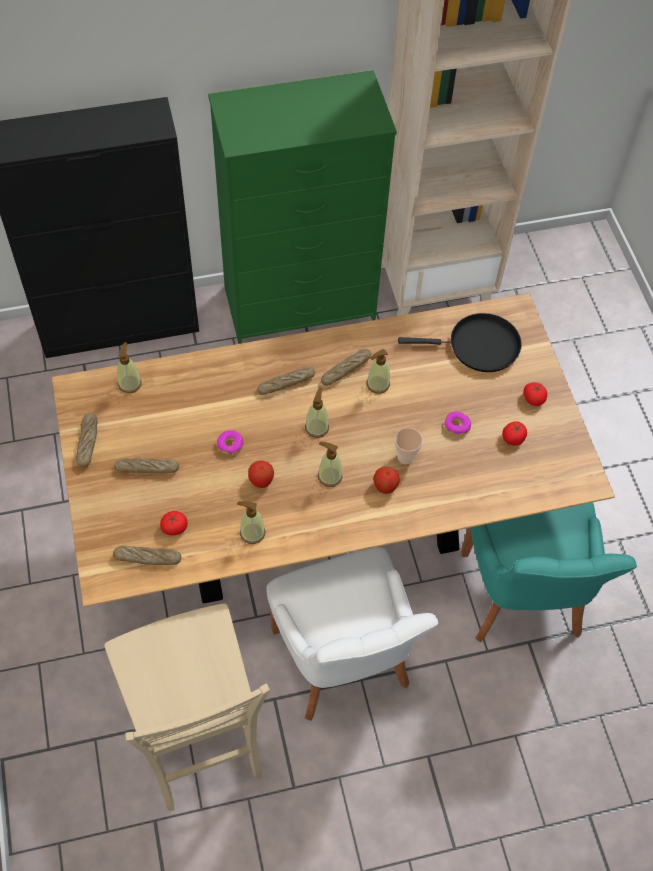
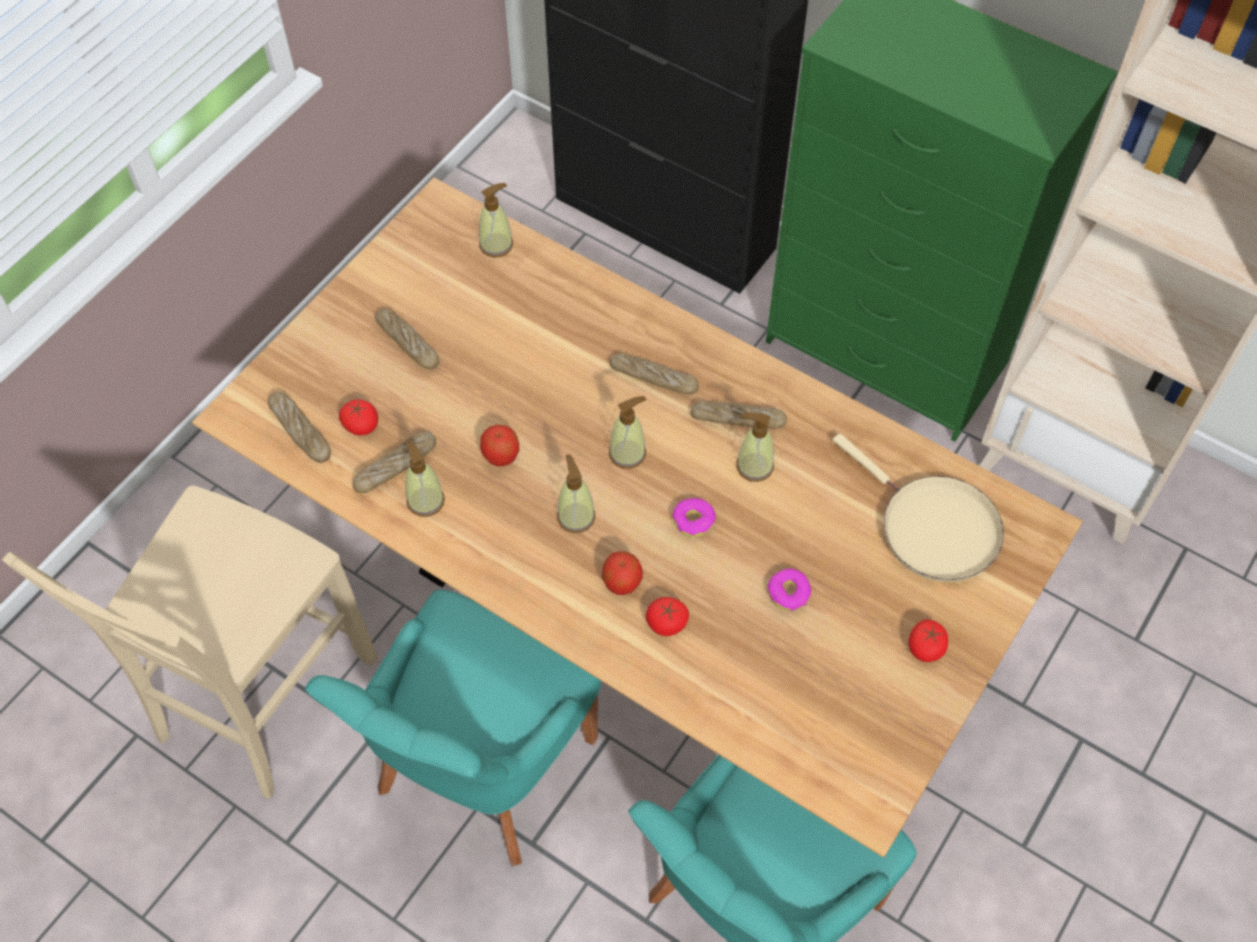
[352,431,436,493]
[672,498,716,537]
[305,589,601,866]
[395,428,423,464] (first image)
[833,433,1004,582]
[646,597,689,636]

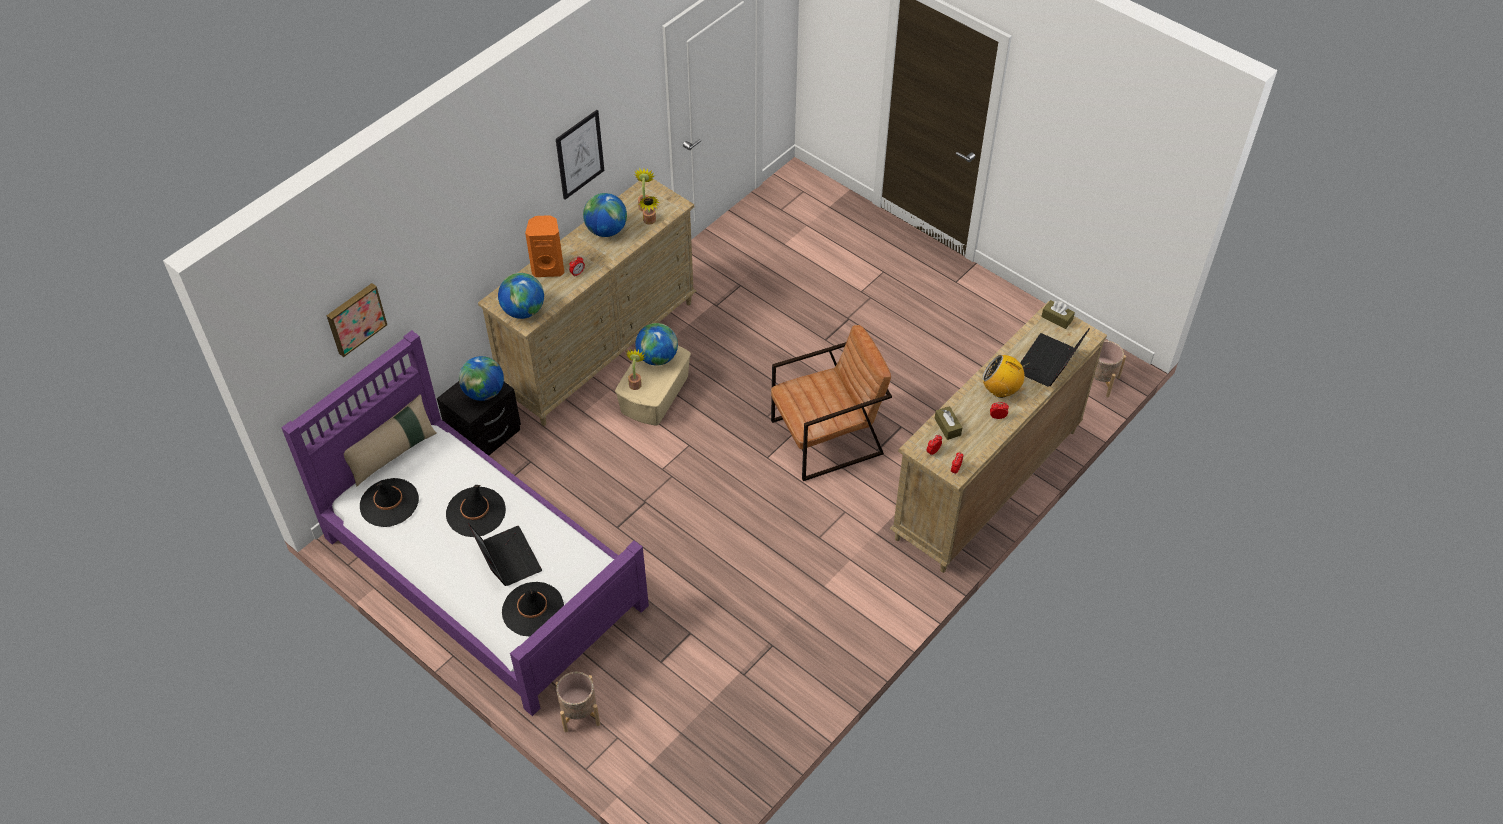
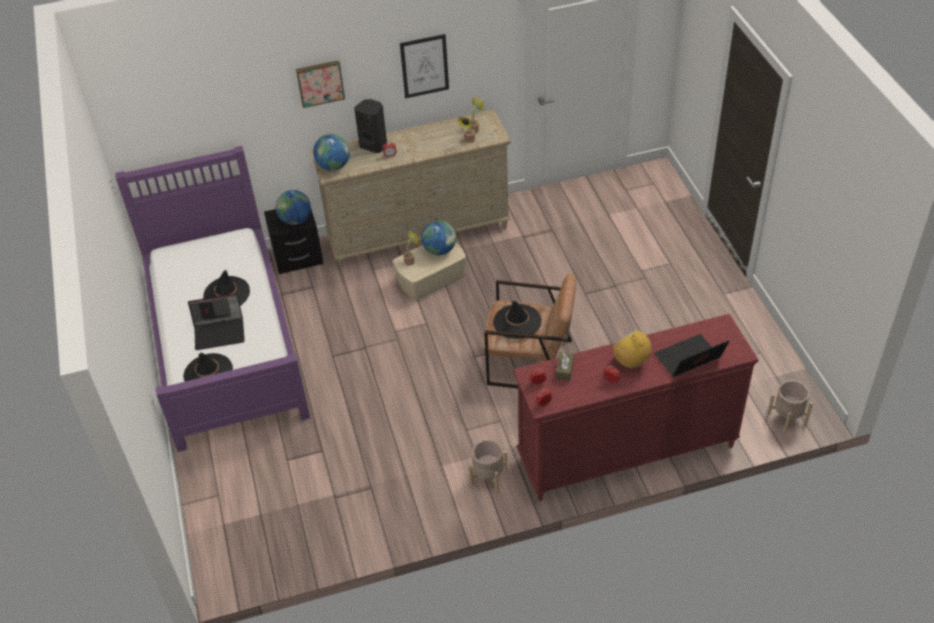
[296,60,345,108]
[344,395,437,486] (first image)
[493,300,542,339]
[188,294,245,350]
[354,99,387,153]
[469,440,507,493]
[583,193,627,237] (first image)
[513,314,758,501]
[1041,300,1075,329] (first image)

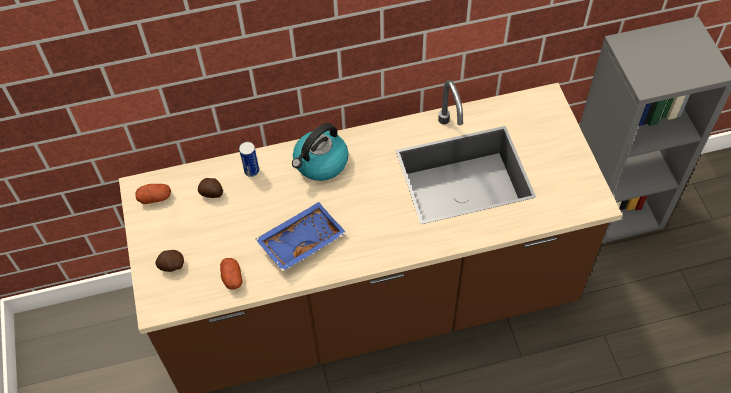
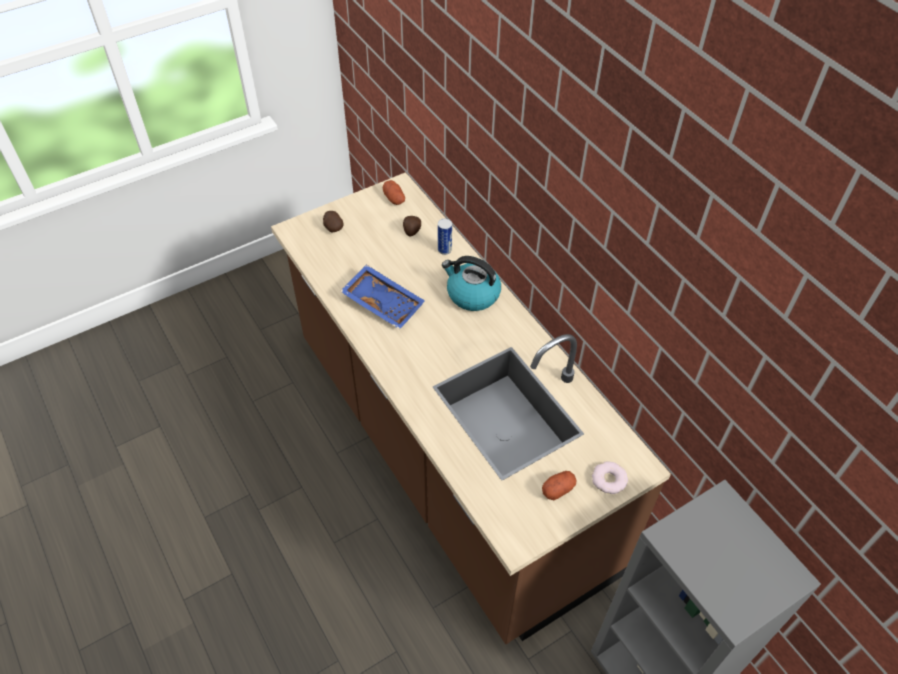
[542,471,576,500]
[592,461,628,494]

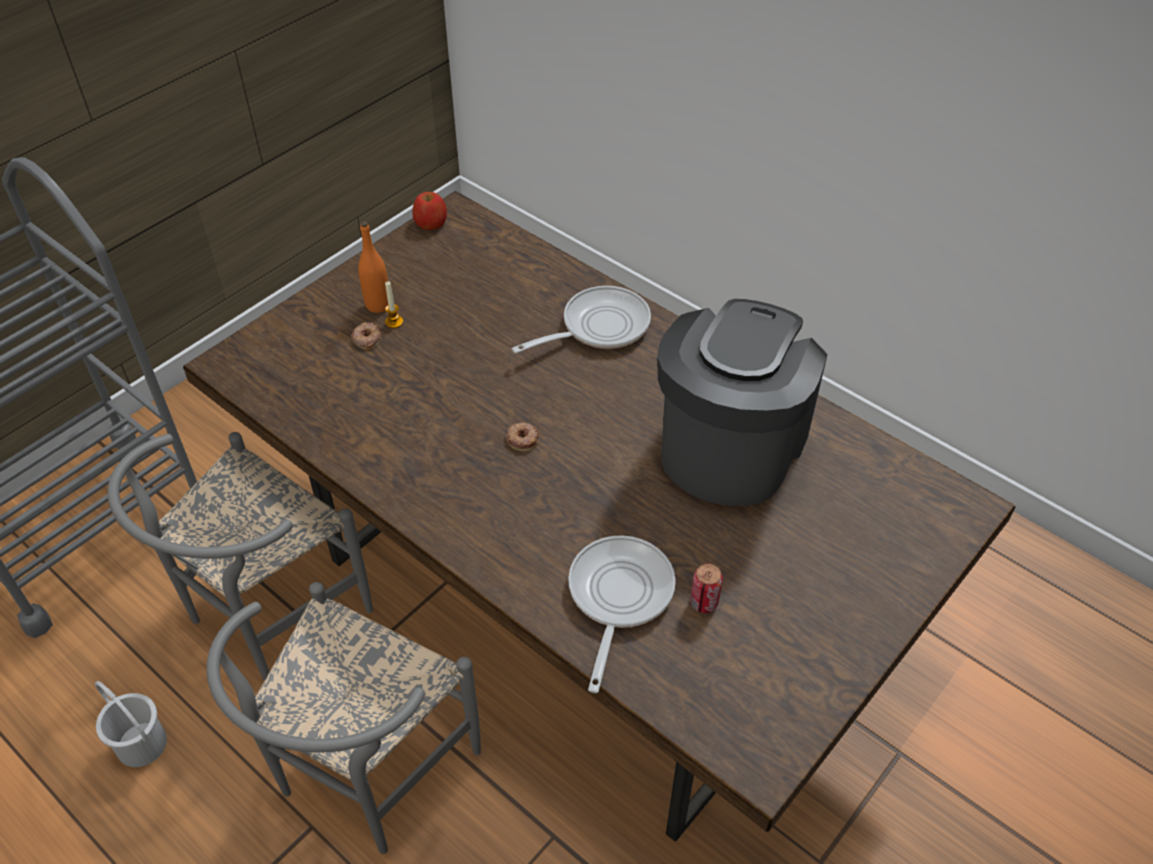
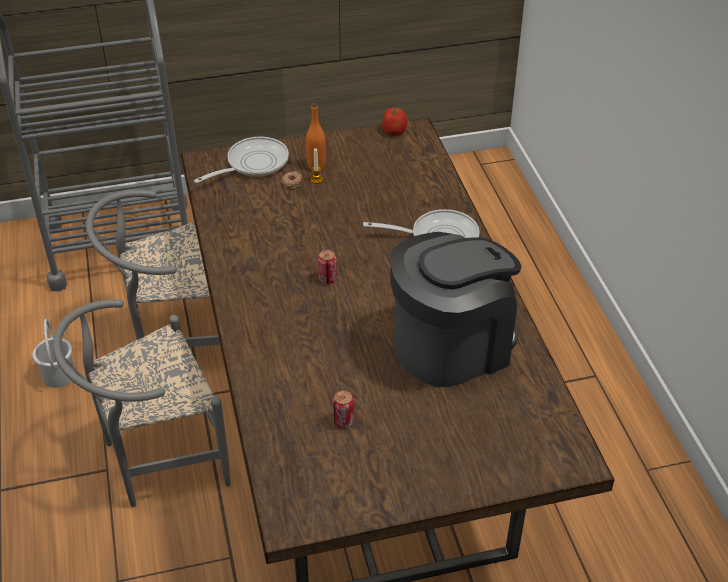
[318,249,337,284]
[193,137,289,183]

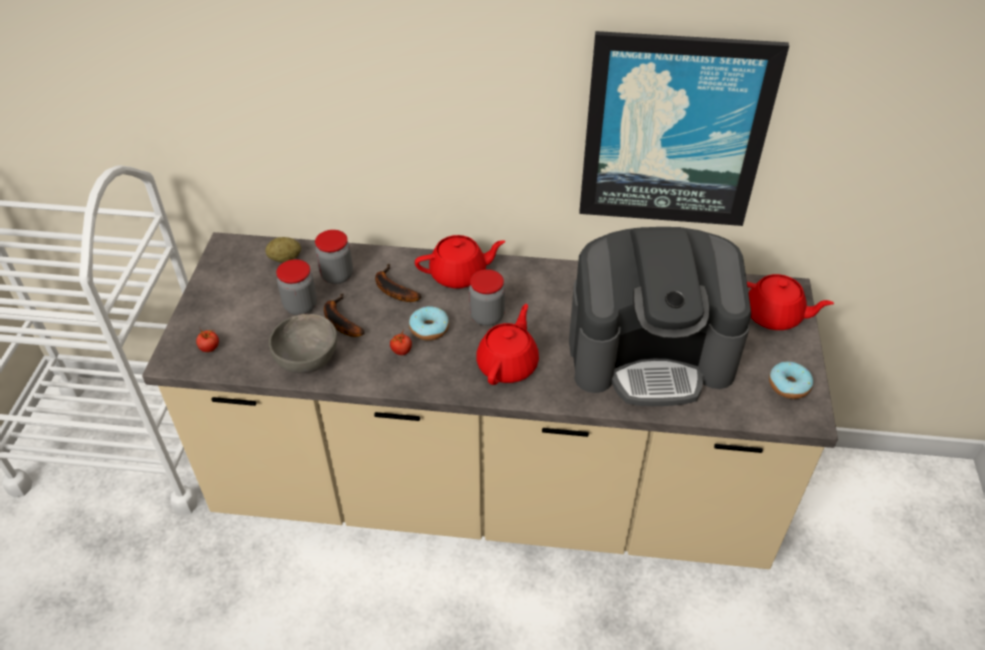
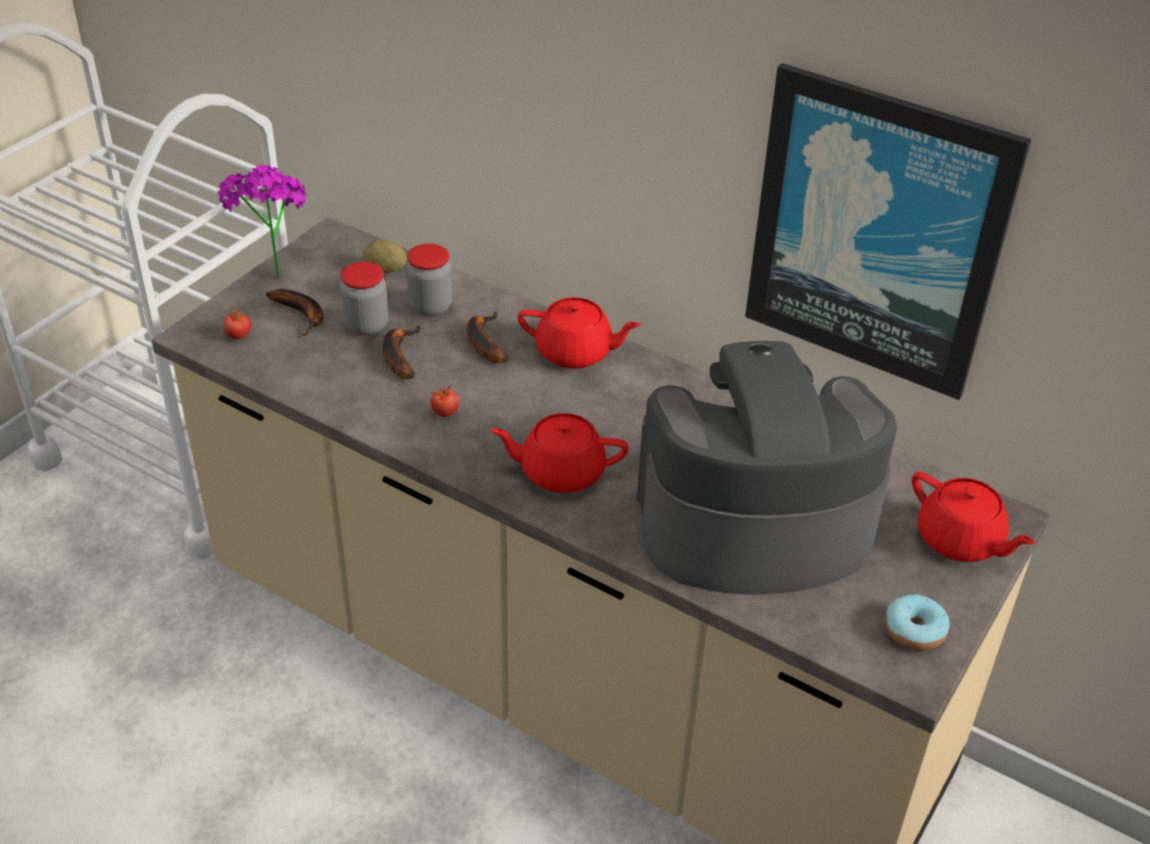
[269,314,337,373] (first image)
[409,306,449,341] (first image)
[469,269,505,326] (first image)
[490,413,629,493]
[637,341,897,595]
[218,165,306,278]
[266,289,323,336]

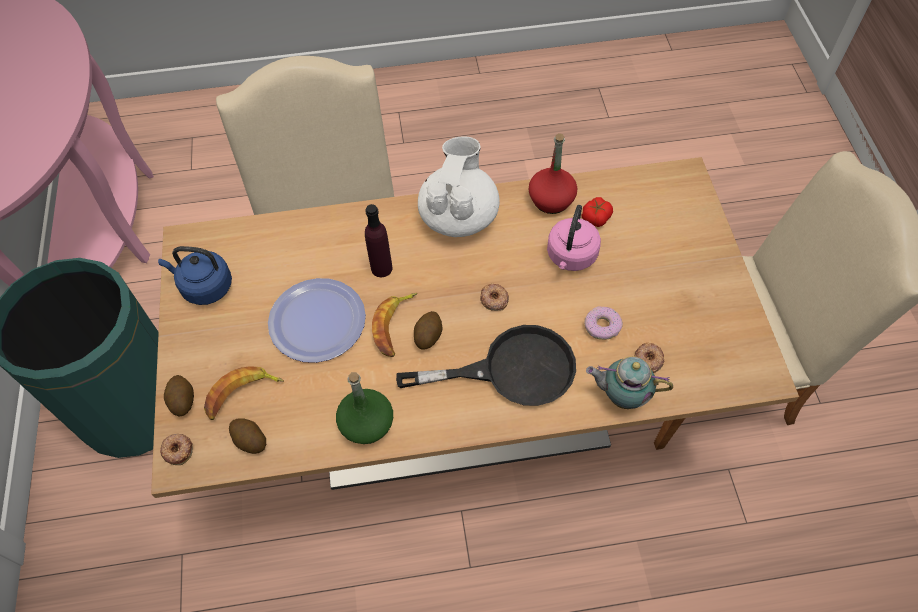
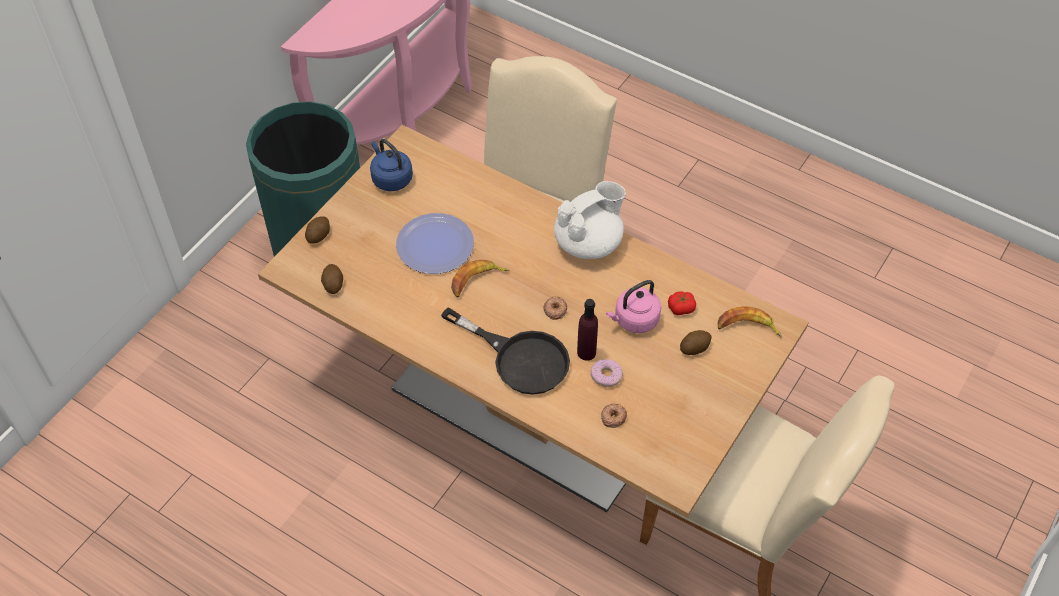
[160,434,193,465] (first image)
[718,306,782,337]
[336,372,393,444] (first image)
[577,299,598,361]
[680,330,711,355]
[529,133,577,214] (first image)
[586,356,673,409] (first image)

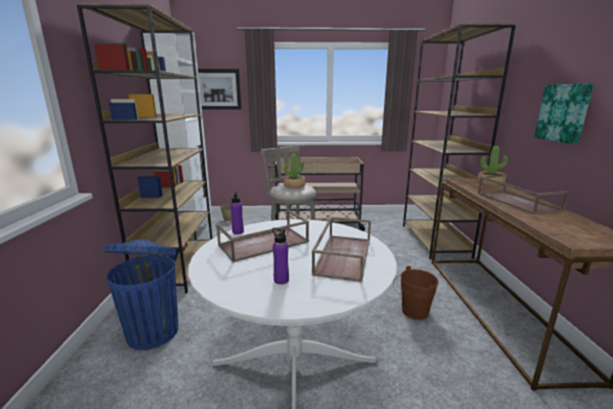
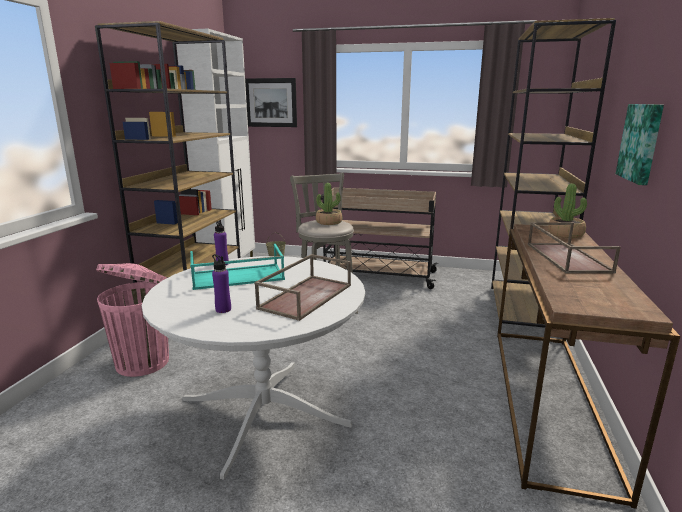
[96,263,169,377]
[190,244,285,290]
[393,266,439,320] (first image)

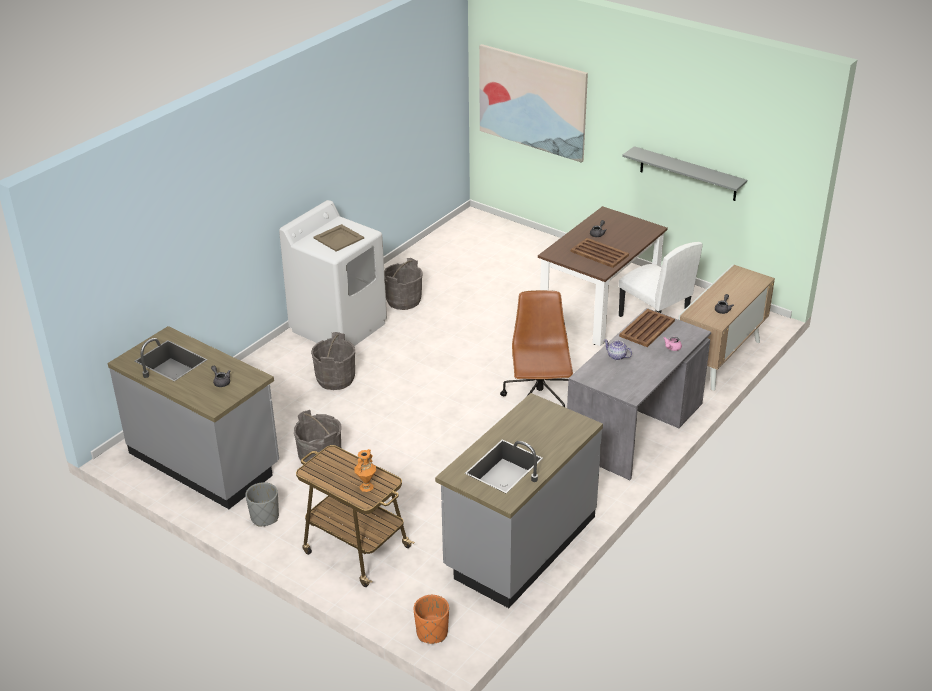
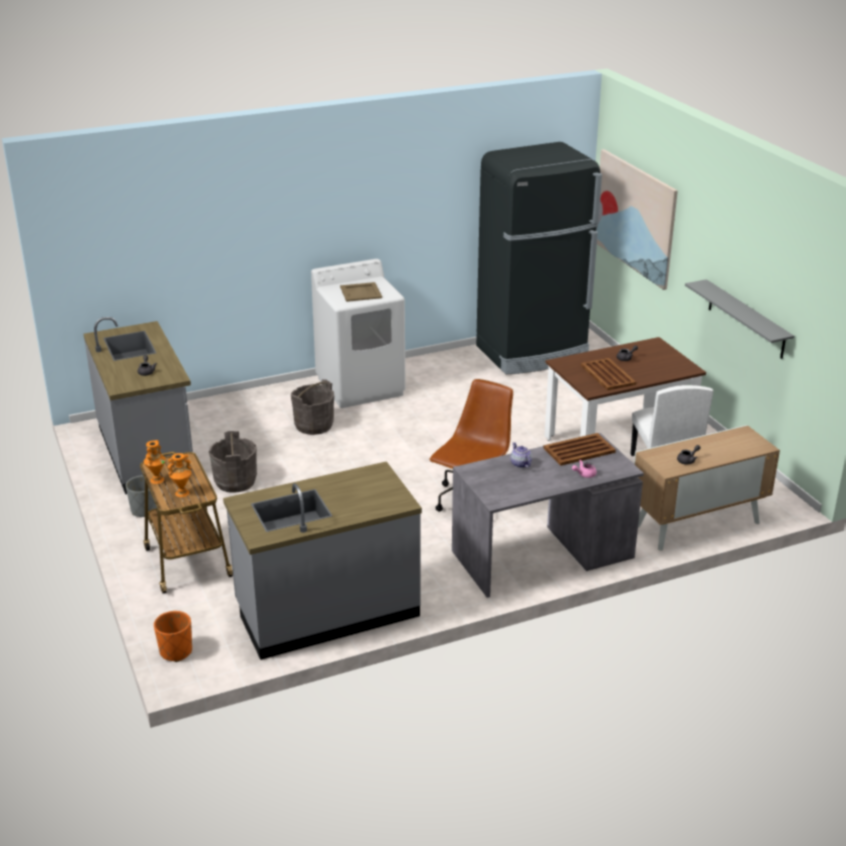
[384,258,423,310] (first image)
[144,440,166,484]
[476,142,602,374]

